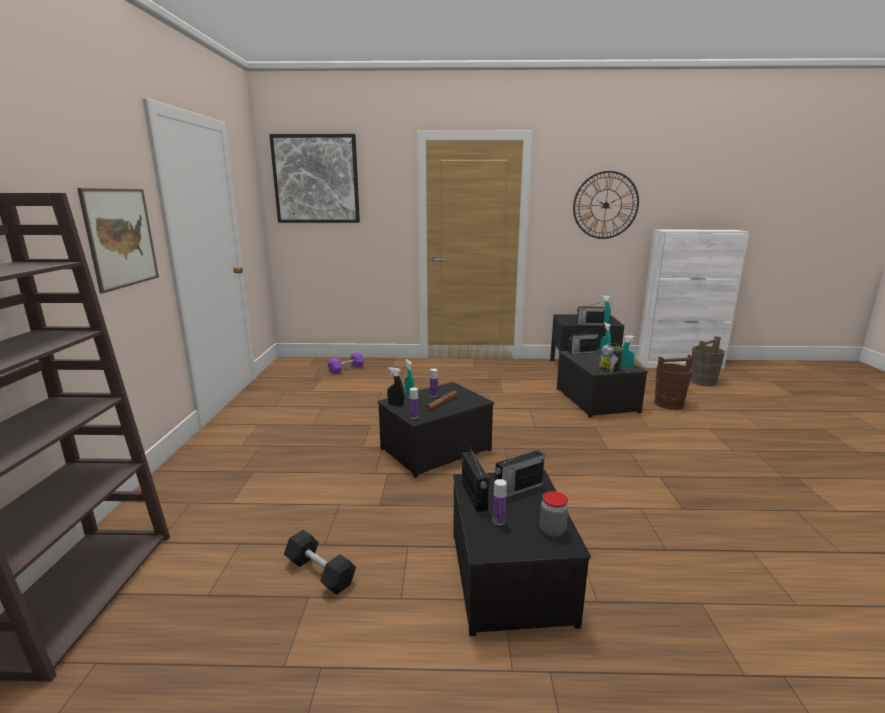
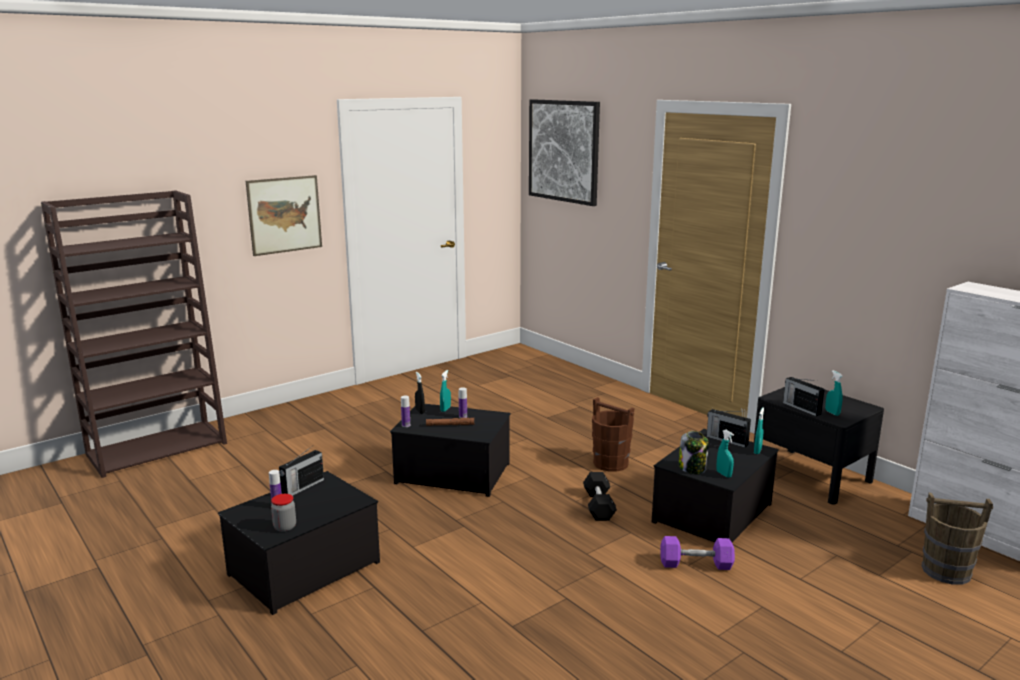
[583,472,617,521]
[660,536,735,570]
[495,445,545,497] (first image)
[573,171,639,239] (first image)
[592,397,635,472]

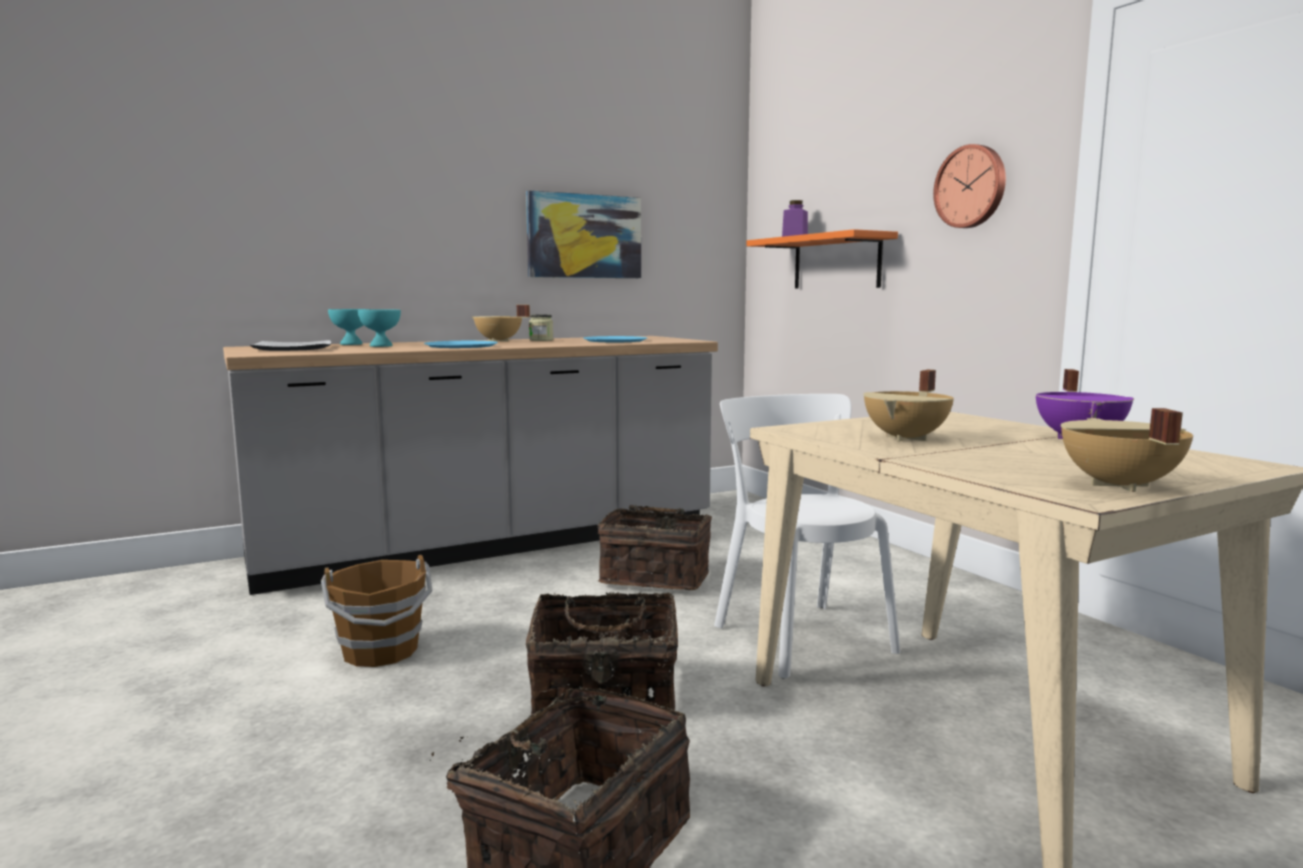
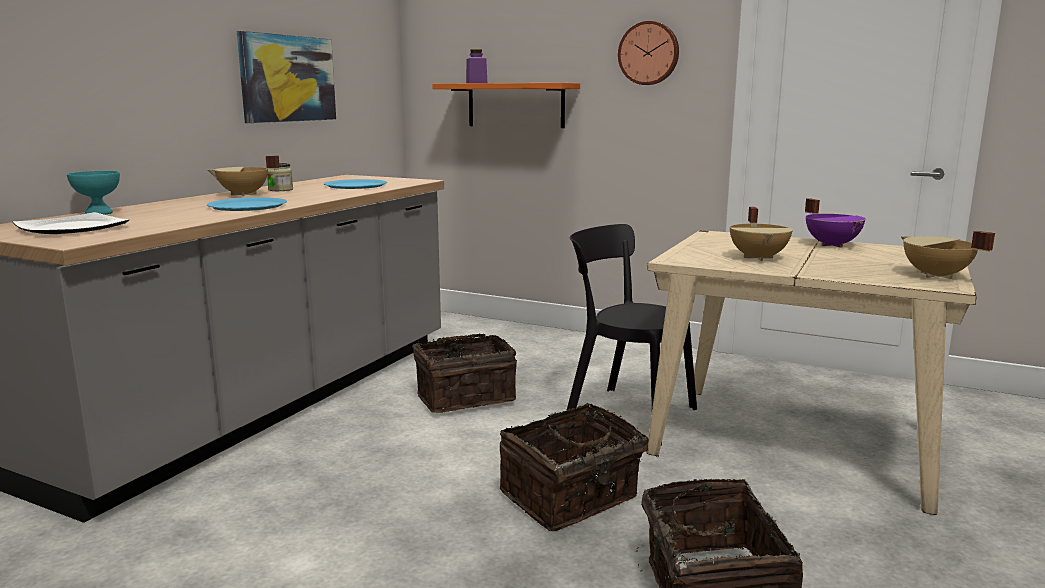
[321,555,433,667] (first image)
[357,310,401,347] (first image)
[566,224,697,446]

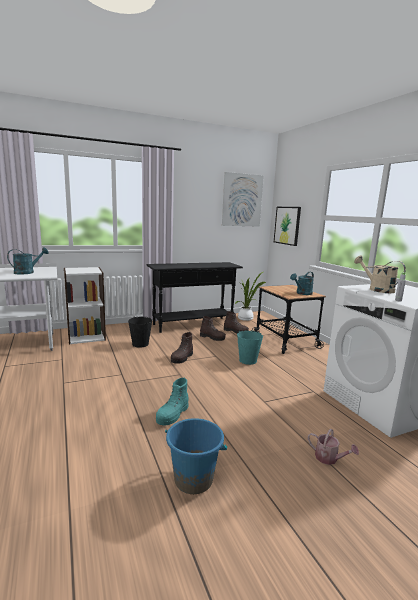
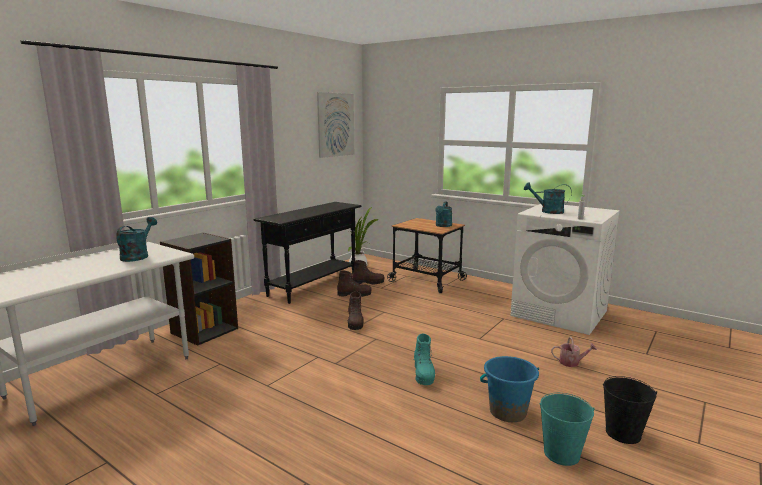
[160,232,238,346]
[603,376,657,444]
[540,393,595,466]
[274,207,301,246] (first image)
[524,182,572,214]

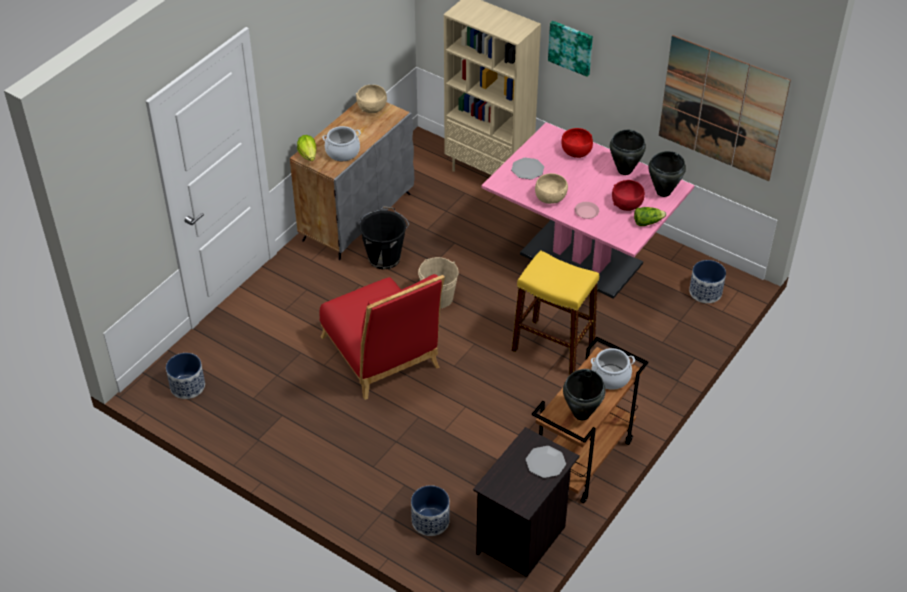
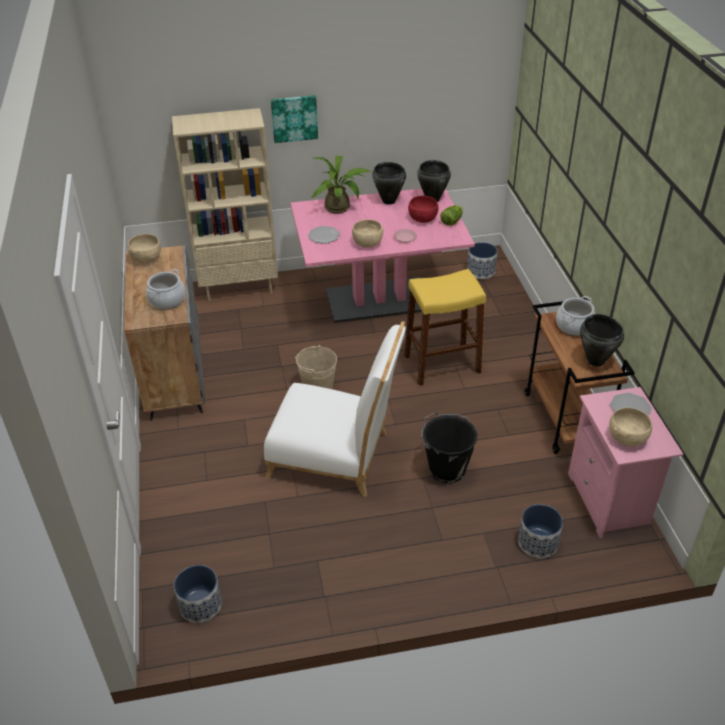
[297,135,316,161] (first image)
[264,321,406,497]
[421,413,478,483]
[568,387,683,538]
[311,156,371,214]
[659,35,791,181] (first image)
[609,407,652,447]

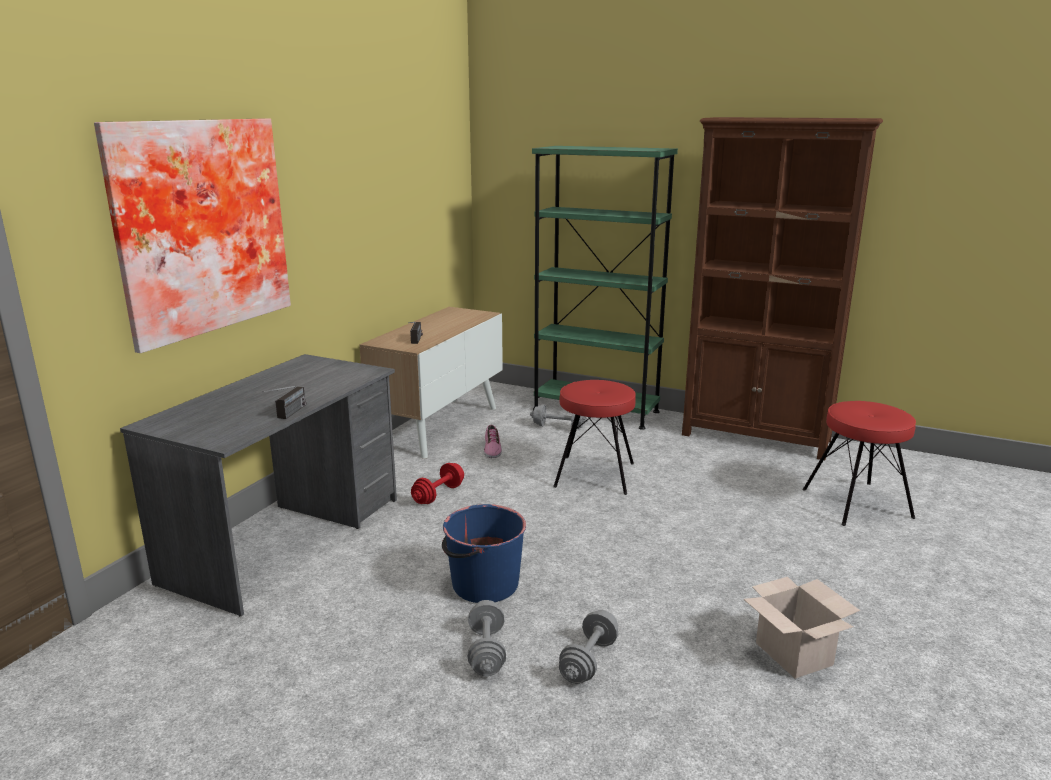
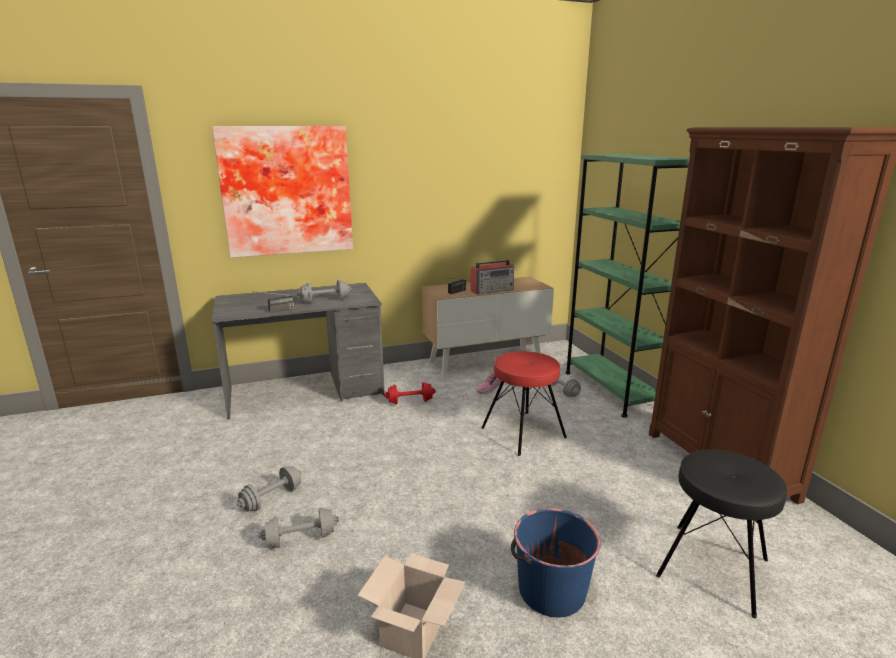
[511,508,601,617]
[656,450,787,618]
[297,280,352,303]
[471,259,514,294]

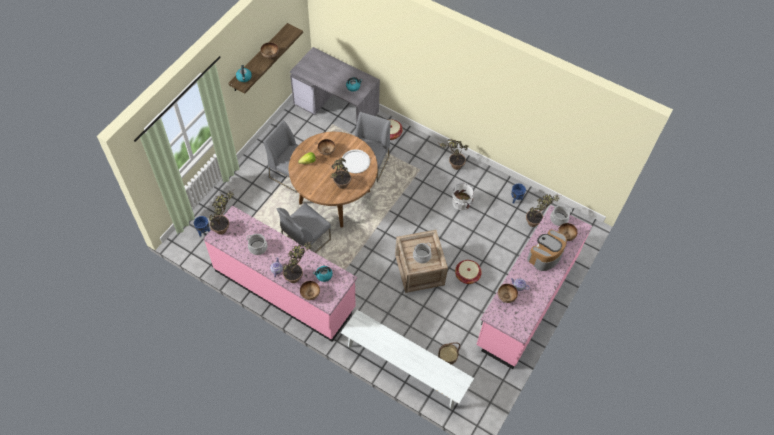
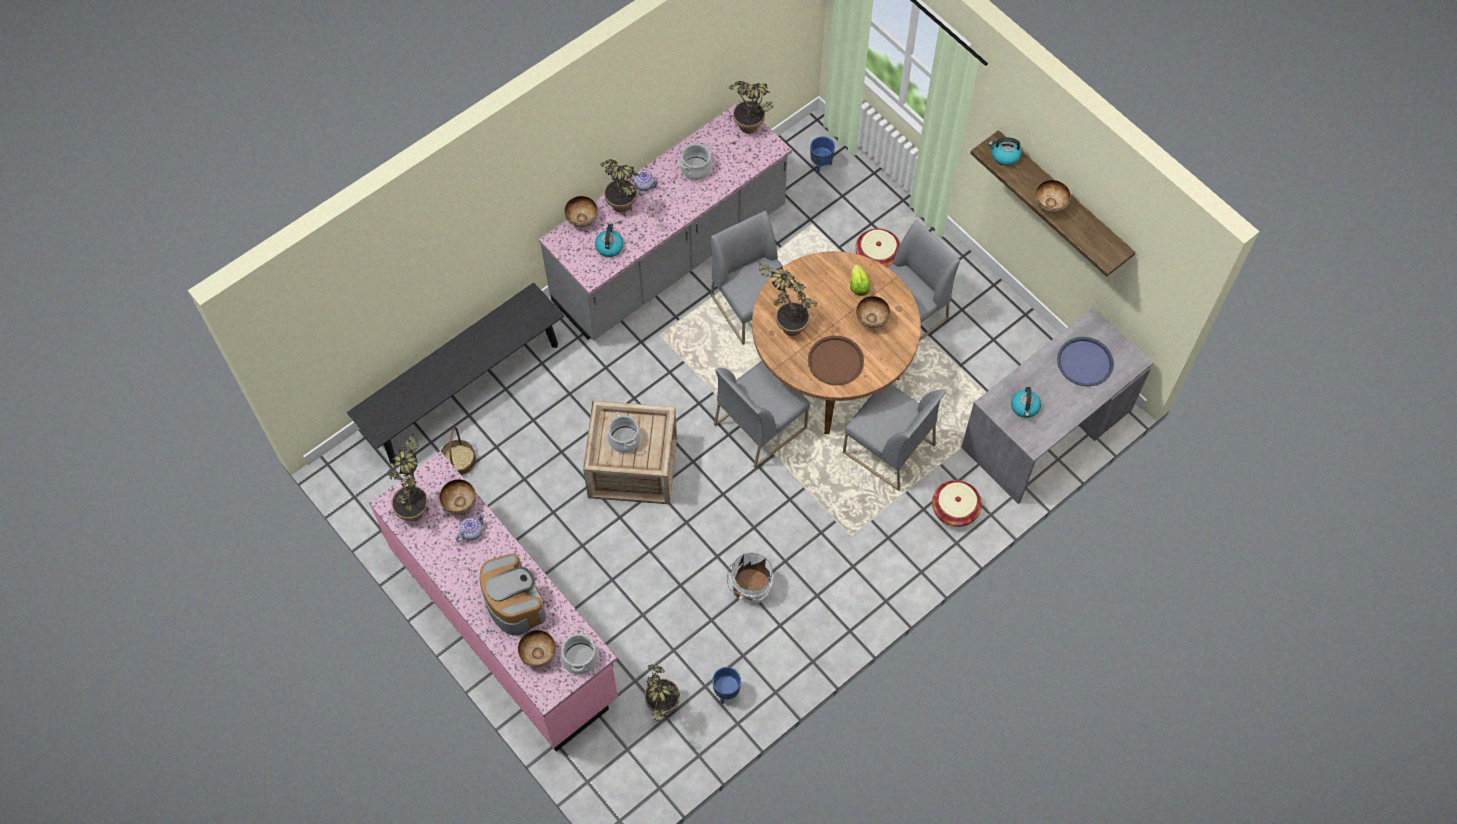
[539,101,792,340]
[808,336,864,385]
[347,282,564,463]
[388,433,428,521]
[855,228,900,267]
[714,361,810,468]
[1057,337,1114,386]

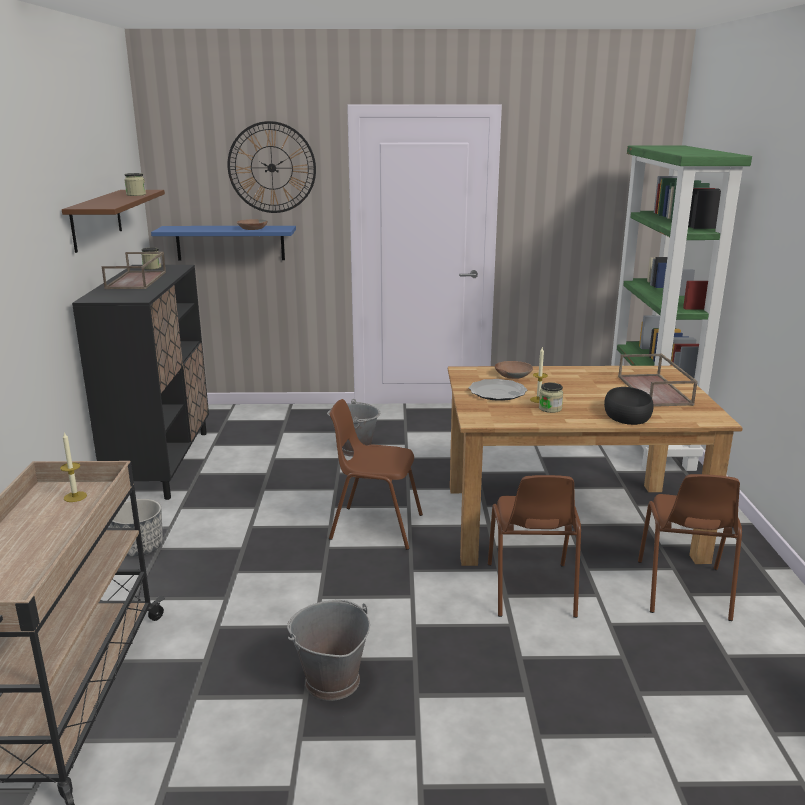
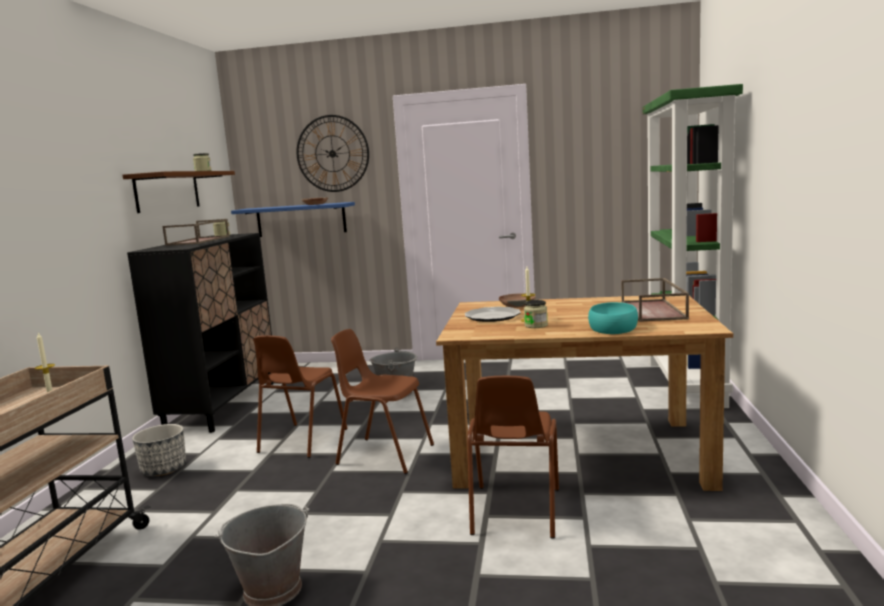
[588,302,638,334]
[253,335,348,458]

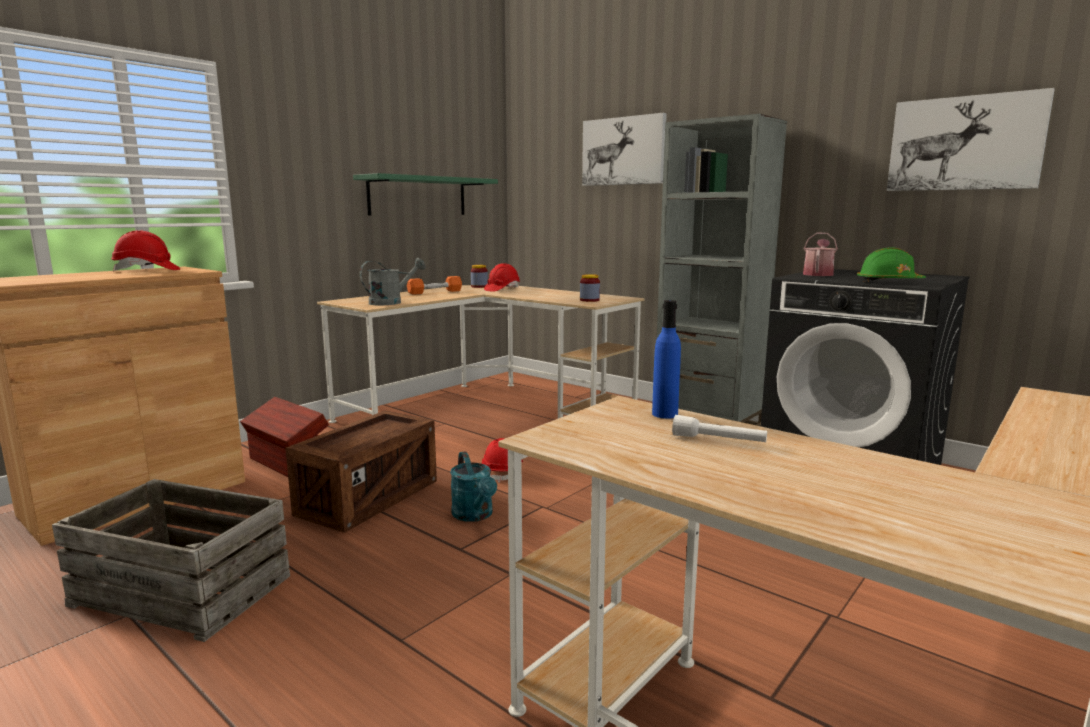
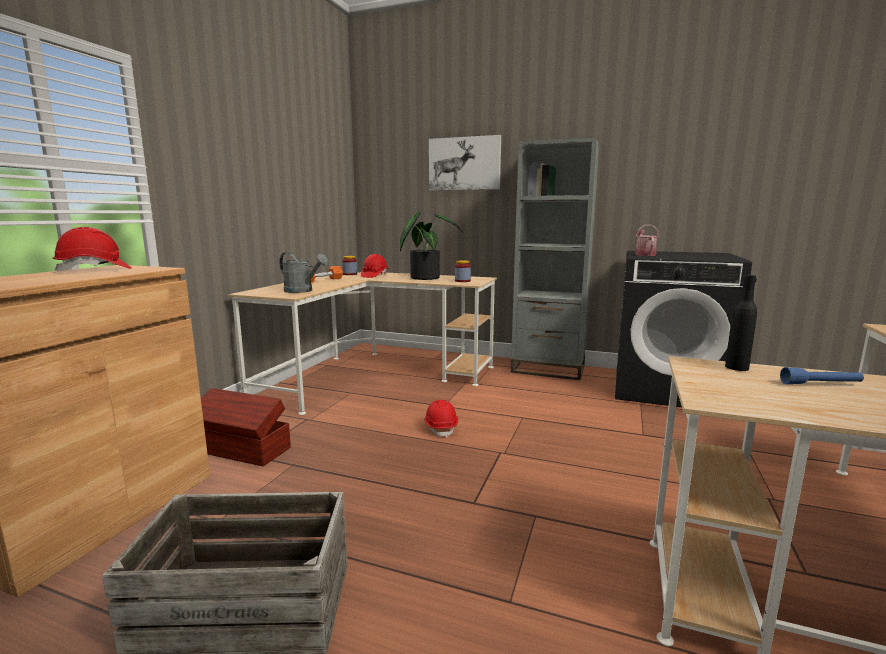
[285,411,437,533] (first image)
[353,173,498,216] (first image)
[279,252,328,293]
[450,451,497,522] (first image)
[725,275,757,371]
[780,367,864,384]
[857,247,926,282] (first image)
[887,88,1055,191] (first image)
[400,212,463,280]

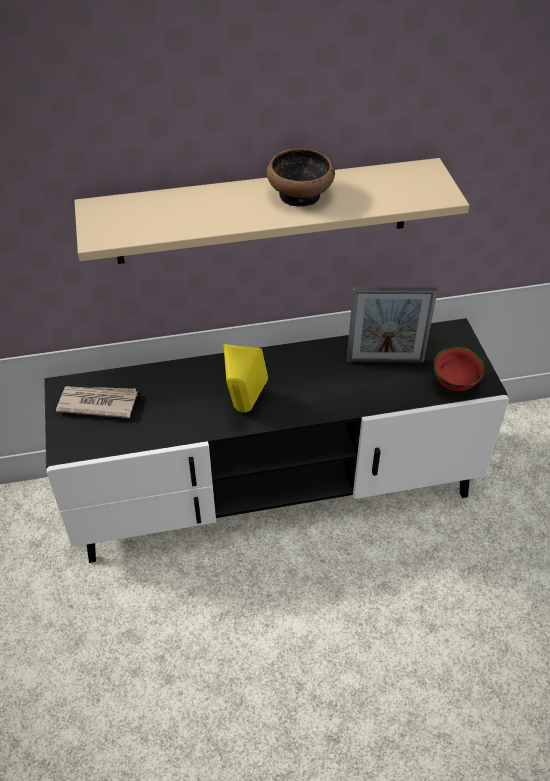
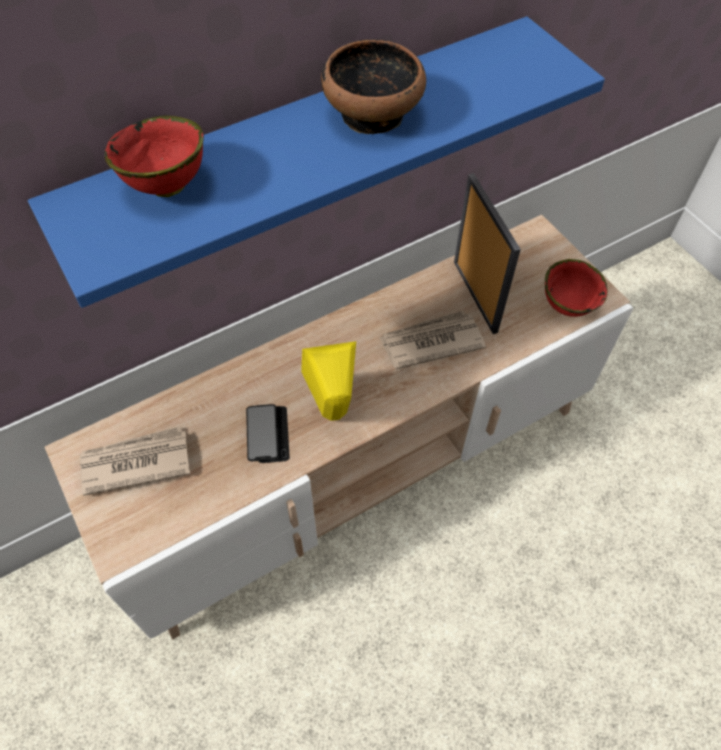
[45,215,633,640]
[28,16,605,308]
[454,173,521,334]
[105,115,204,197]
[246,404,290,463]
[379,310,486,369]

